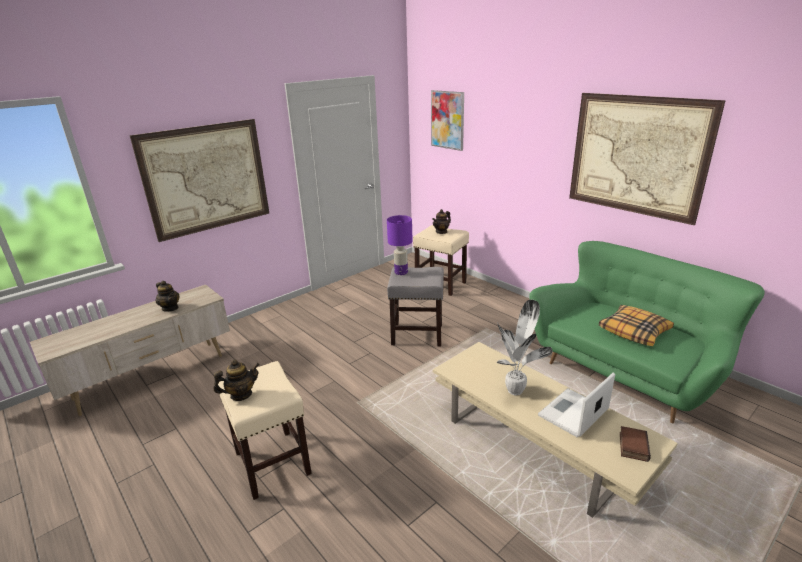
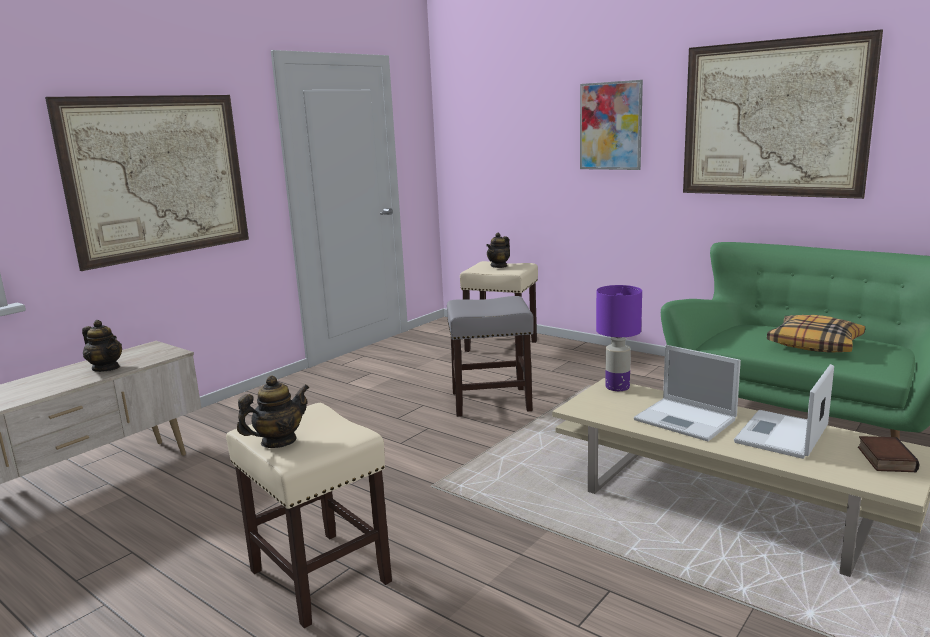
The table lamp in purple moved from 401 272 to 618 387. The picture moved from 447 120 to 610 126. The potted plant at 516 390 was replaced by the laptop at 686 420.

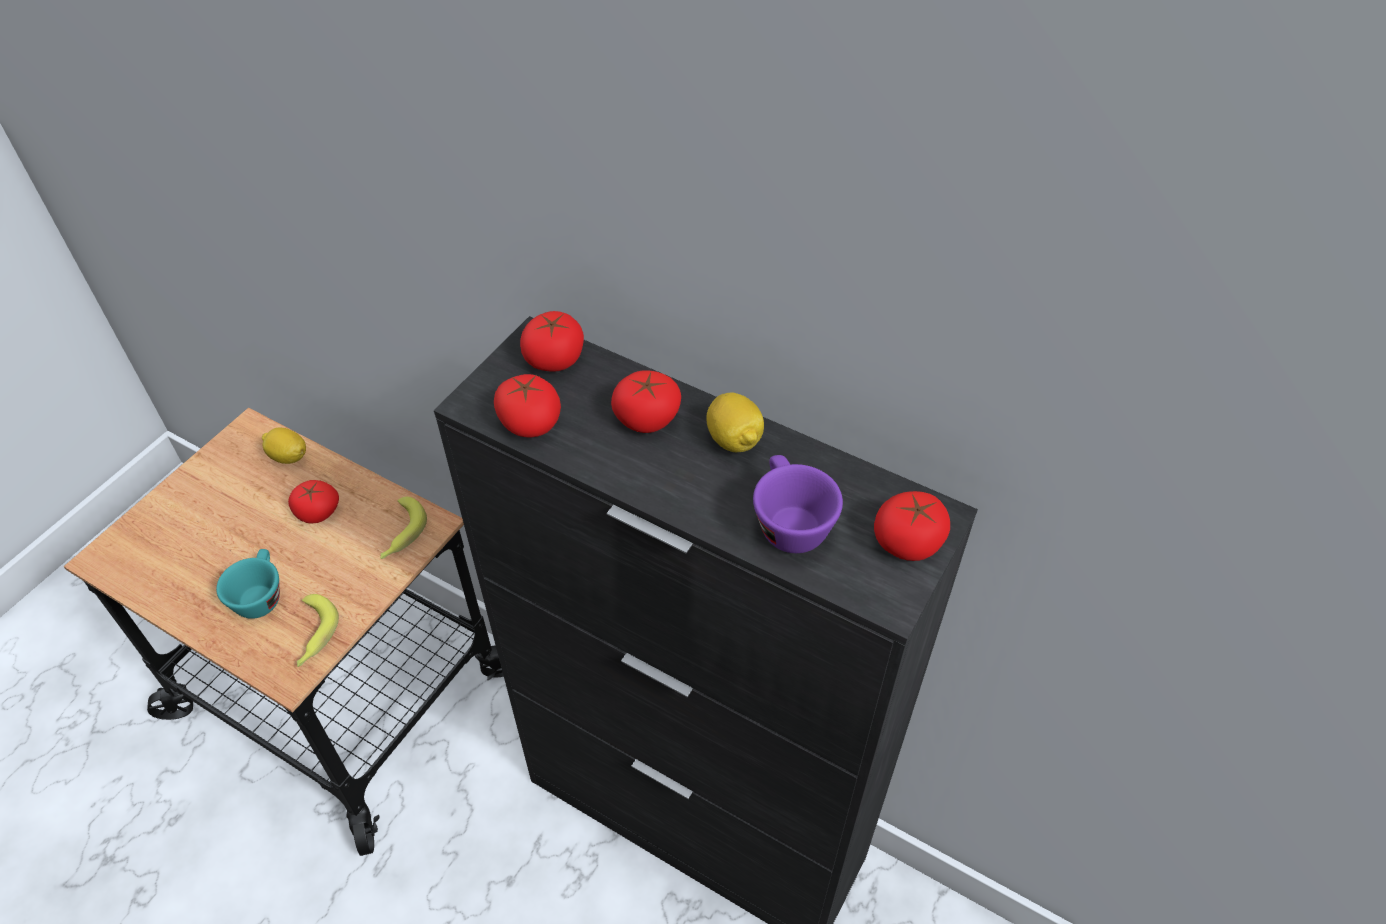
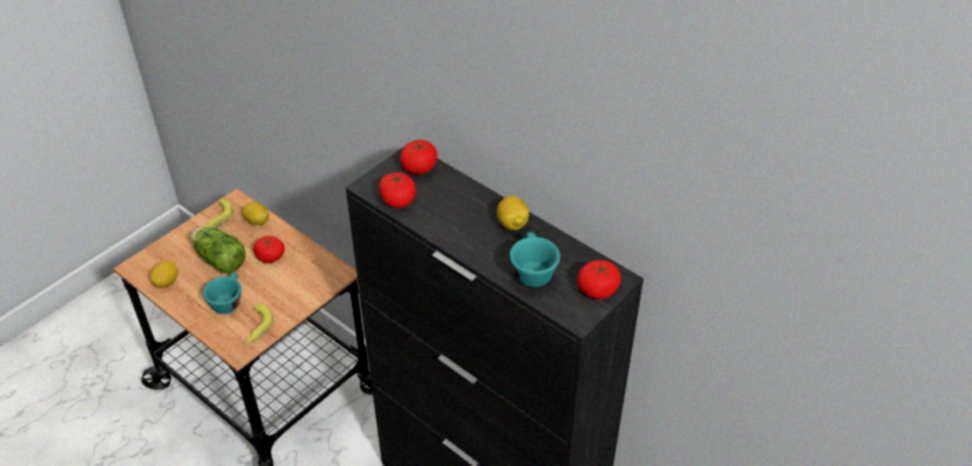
The banana moved from 401 534 to 216 220. The tomato at 647 418 disappeared. The cup in purple at 788 522 became the cup in turquoise at 532 270. The lemon at 166 282 appeared. The lettuce at 218 258 appeared.

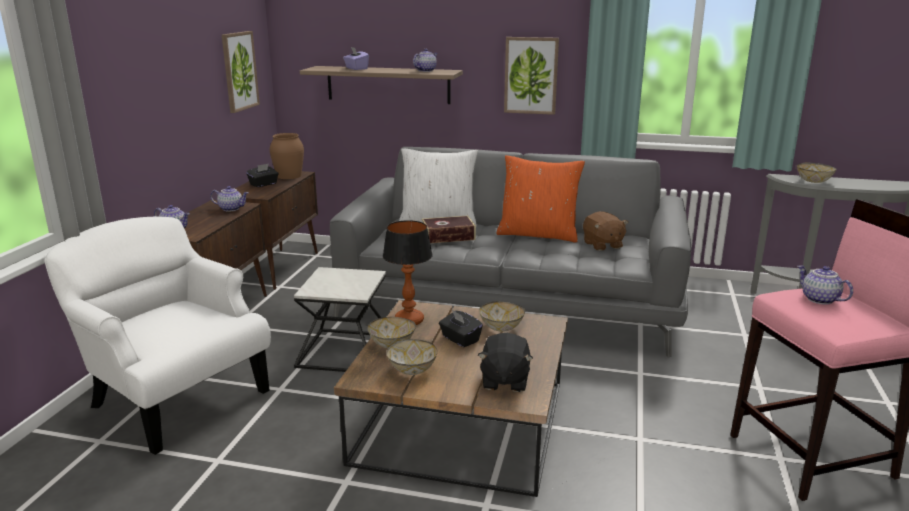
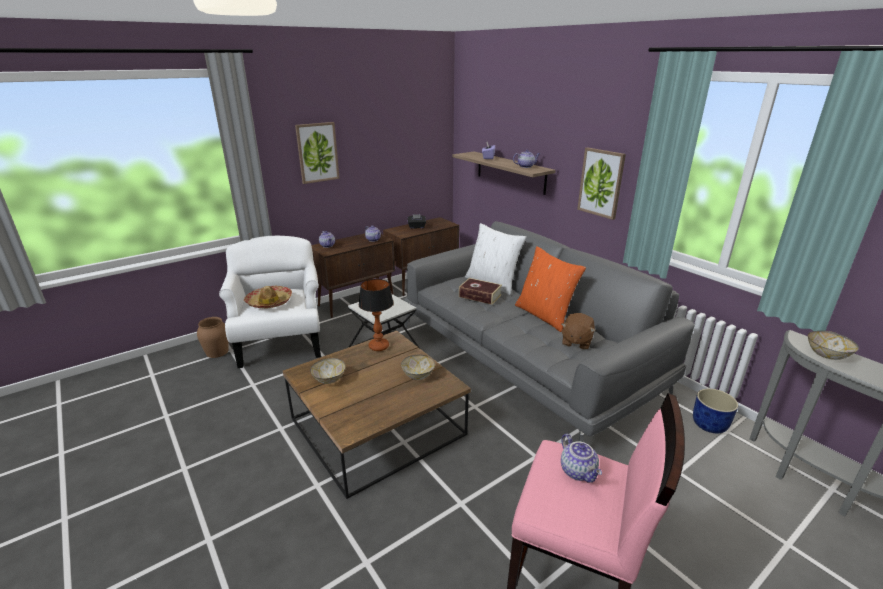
The picture moved from 239 71 to 317 152. The vase in brown moved from 288 176 to 217 352. The bowl at 392 344 disappeared. The tissue box in black at 460 339 disappeared. The plush toy in black at 504 381 disappeared. The teapot at 819 299 turned 150 degrees clockwise. The hat at 269 302 appeared. The planter in blue at 710 425 appeared.

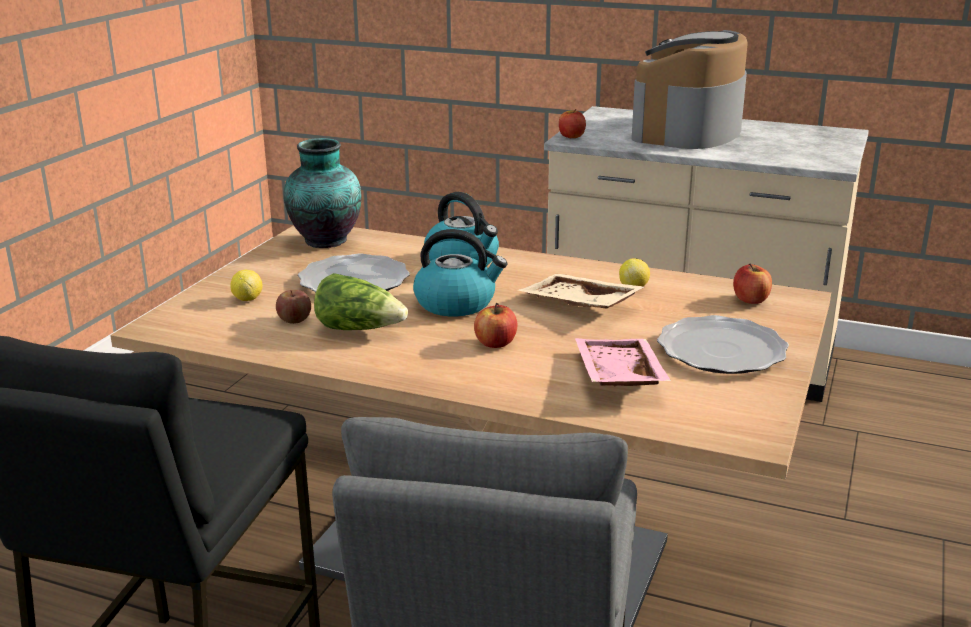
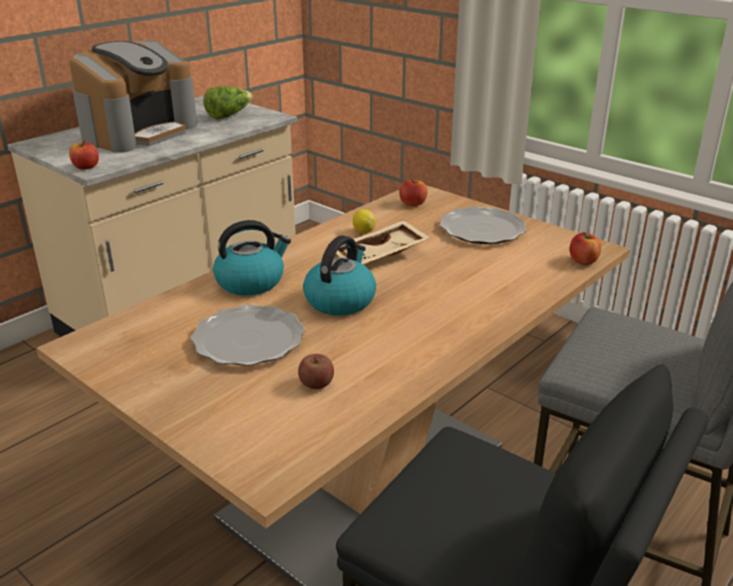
The lemon at 247 299 disappeared. The vase at 325 242 disappeared. The lettuce moved from 360 329 to 229 115. The apple moved from 495 343 to 583 261. The tray in pink at 616 376 disappeared. The coffee machine at 688 131 turned 105 degrees counterclockwise.

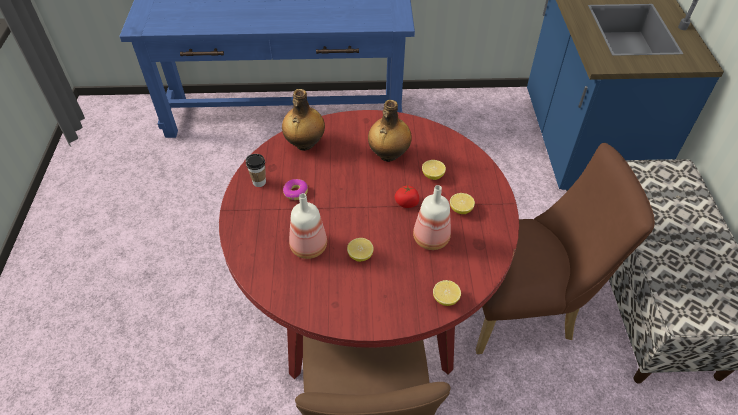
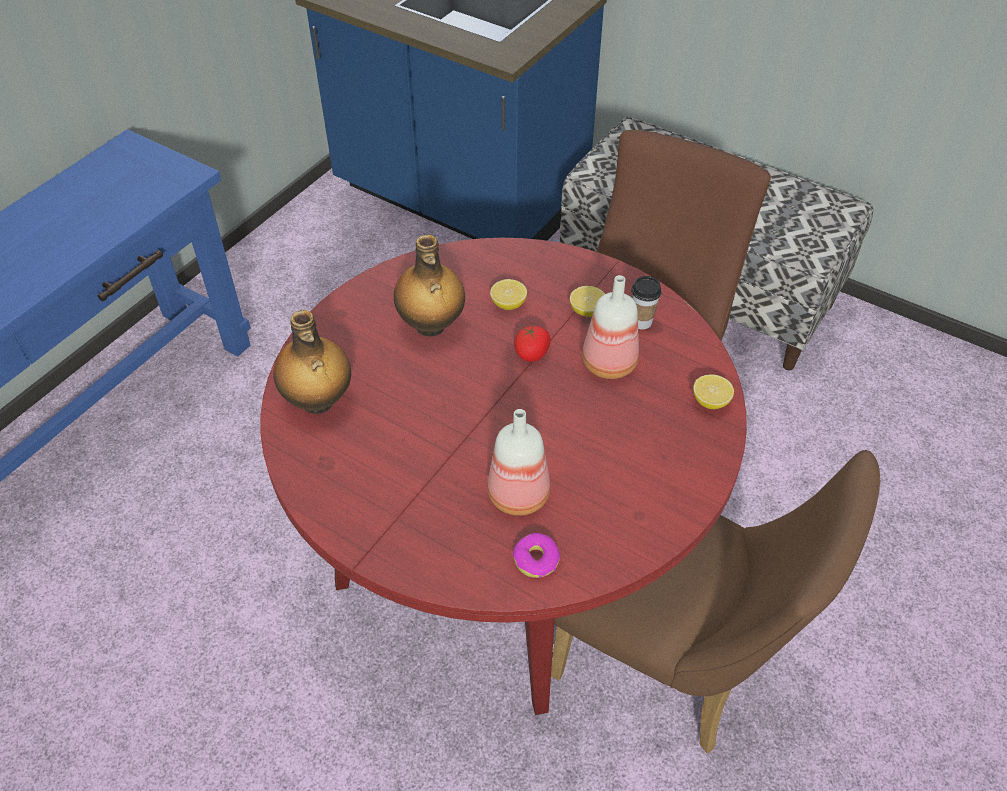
The cup moved from 259 182 to 641 322. The donut moved from 295 192 to 536 560. The lemon at 360 255 disappeared.

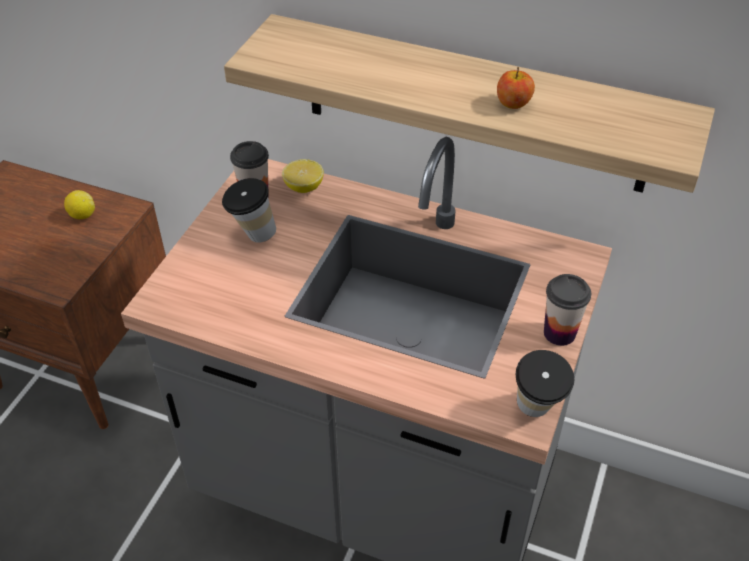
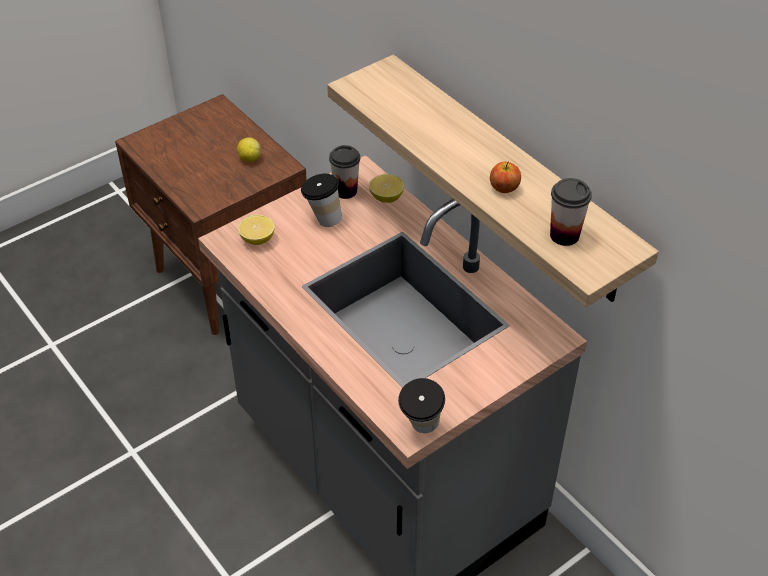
The cup moved from 559 333 to 564 235. The lemon at 257 239 appeared.

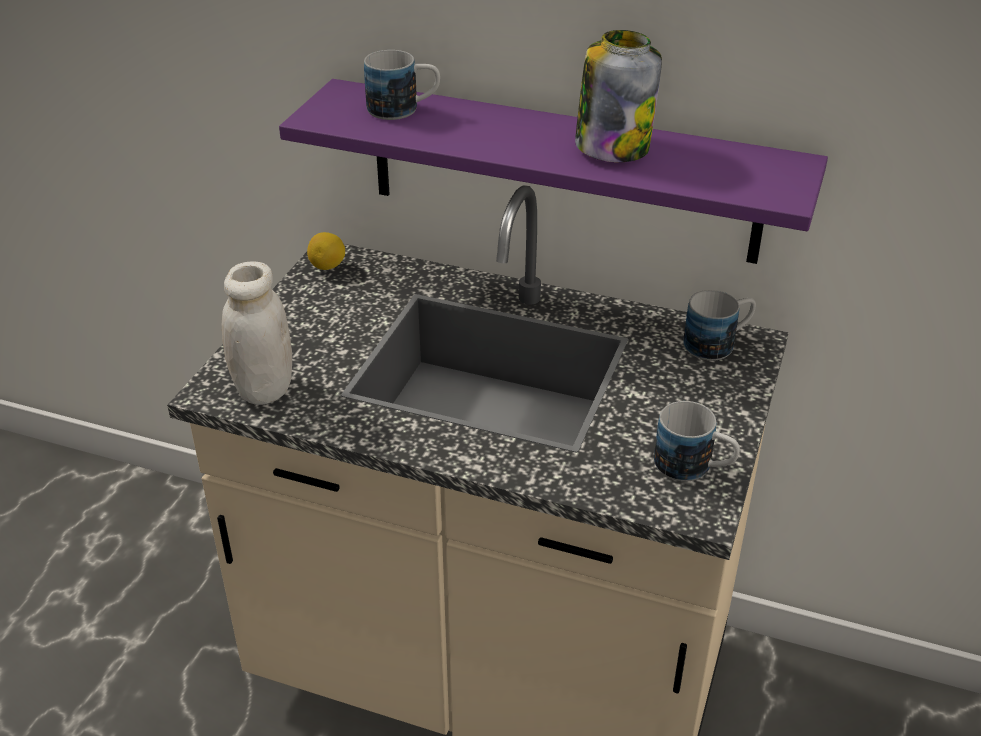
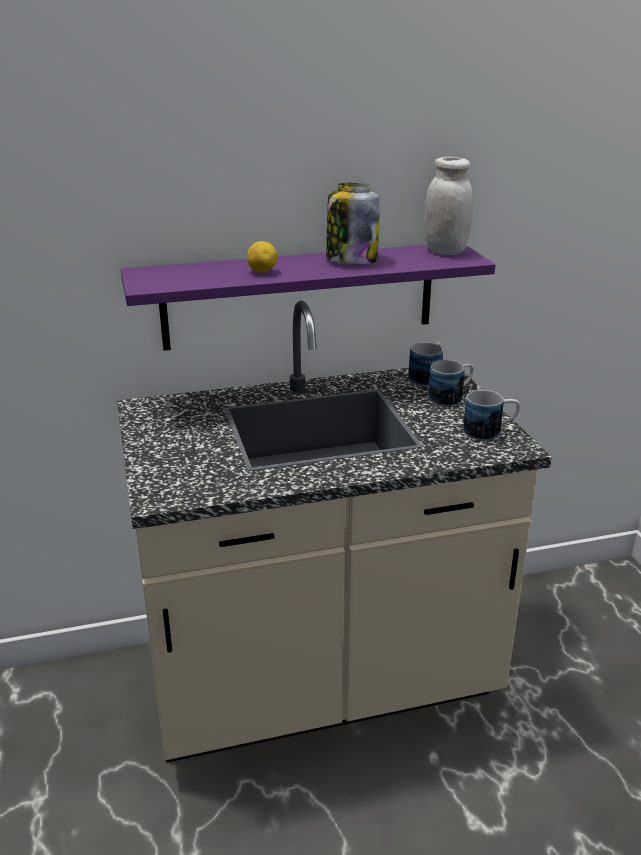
The jar in white moved from 264 389 to 445 251. The lemon moved from 328 267 to 262 272. The mug moved from 404 110 to 451 397.

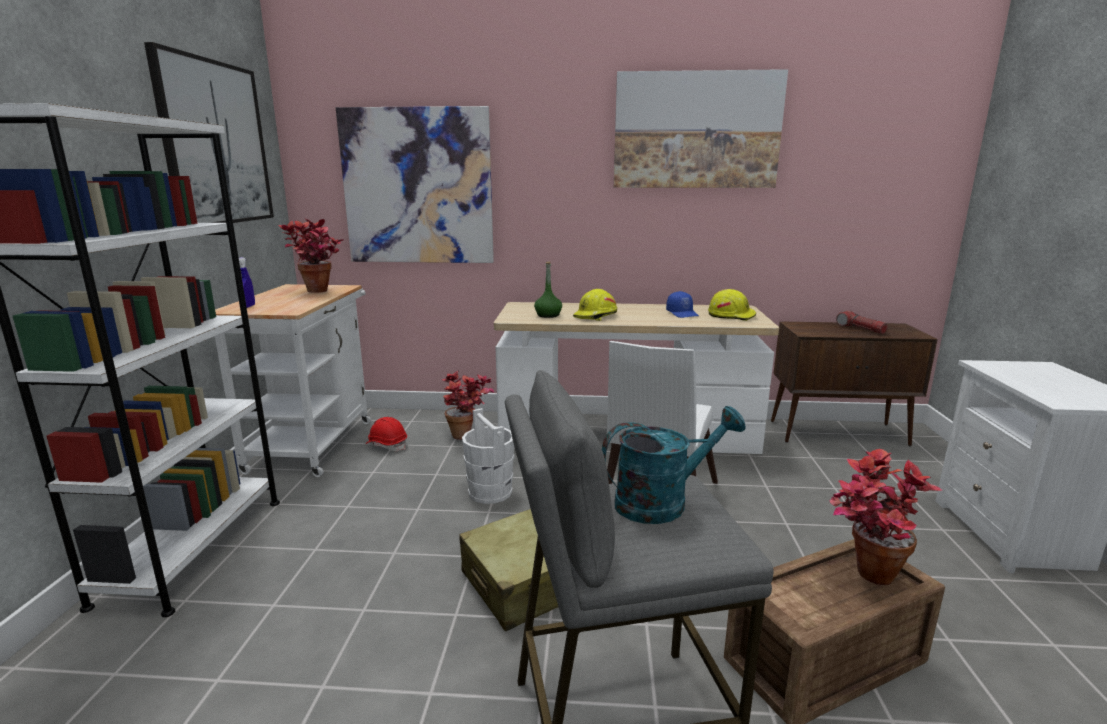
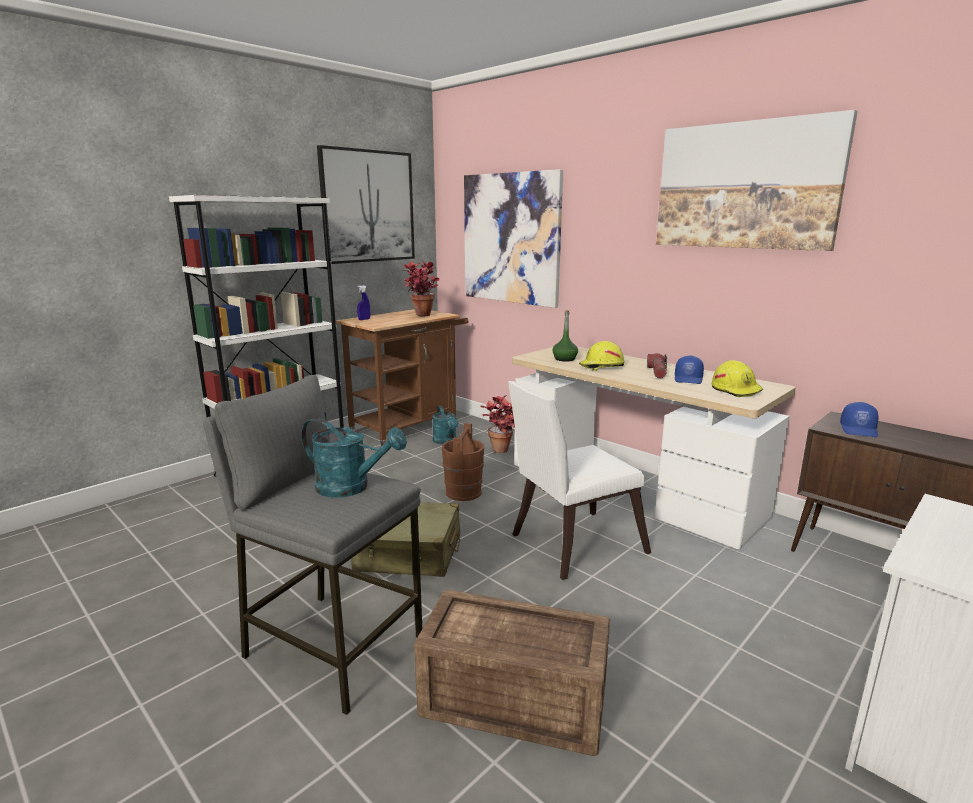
The cart in white at 314 442 became the cart in brown at 409 427. The hard hat in red at 387 445 was replaced by the watering can in turquoise at 446 441. The bucket in white at 490 492 became the bucket in brown at 463 492. The potted plant at 863 576 disappeared. The flashlight moved from 860 329 to 657 372. The cap in blue at 859 430 appeared.

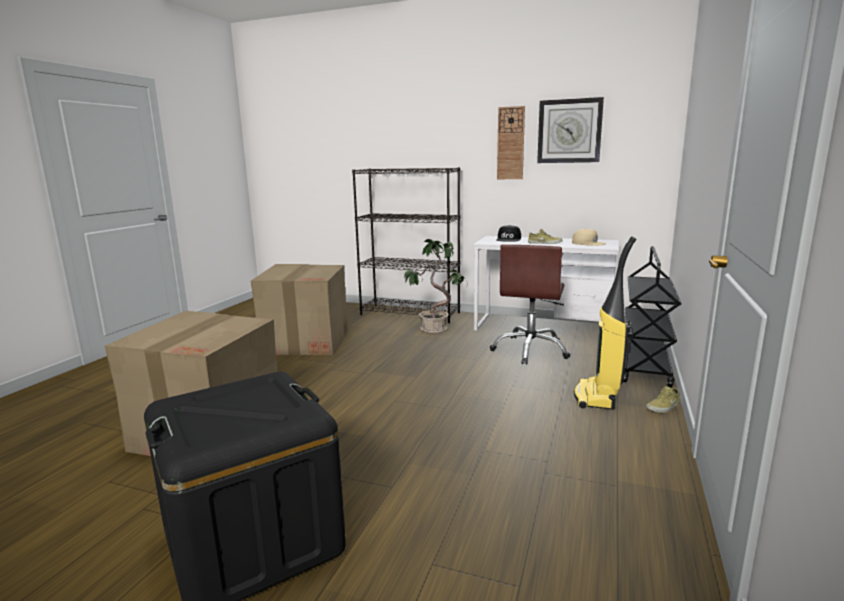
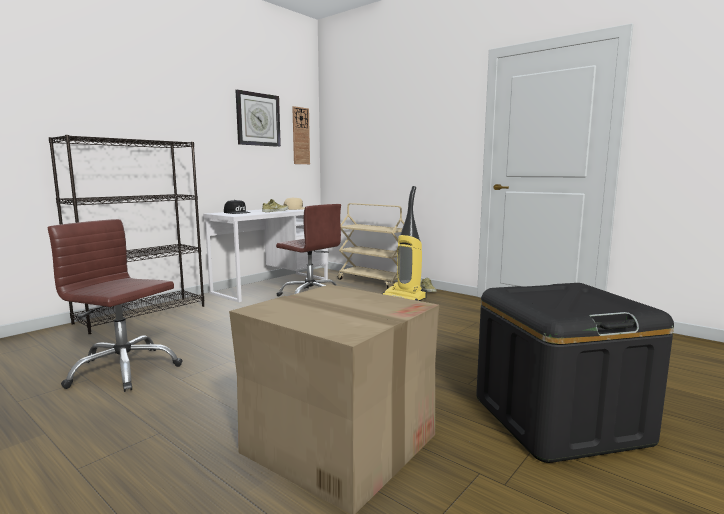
The cardboard box at 306 341 was replaced by the office chair in brown at 123 370. The potted plant at 434 328 disappeared. The wall clock moved from 510 143 to 300 136. The cart in black at 644 366 became the cart in beige at 373 282.

